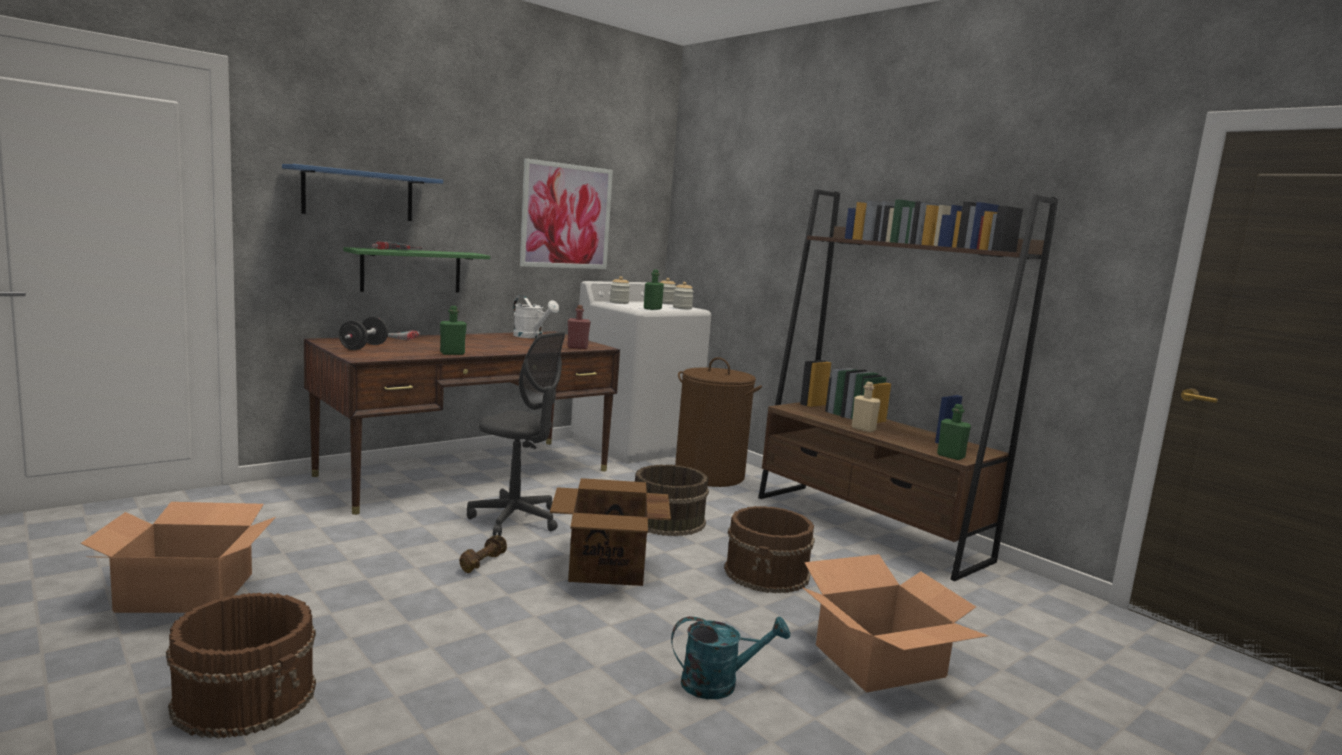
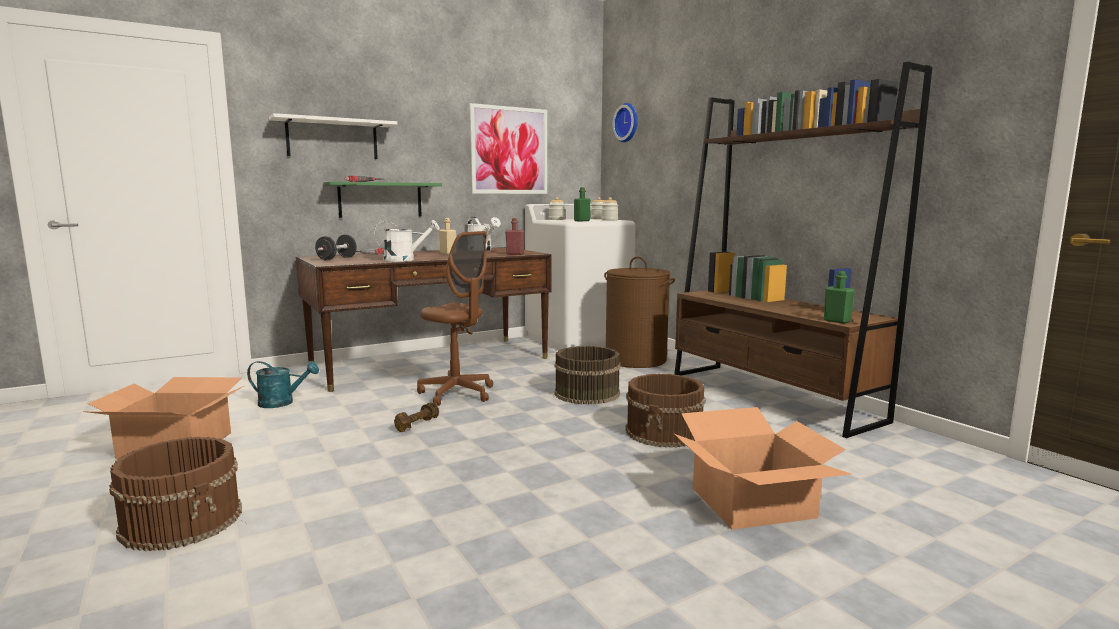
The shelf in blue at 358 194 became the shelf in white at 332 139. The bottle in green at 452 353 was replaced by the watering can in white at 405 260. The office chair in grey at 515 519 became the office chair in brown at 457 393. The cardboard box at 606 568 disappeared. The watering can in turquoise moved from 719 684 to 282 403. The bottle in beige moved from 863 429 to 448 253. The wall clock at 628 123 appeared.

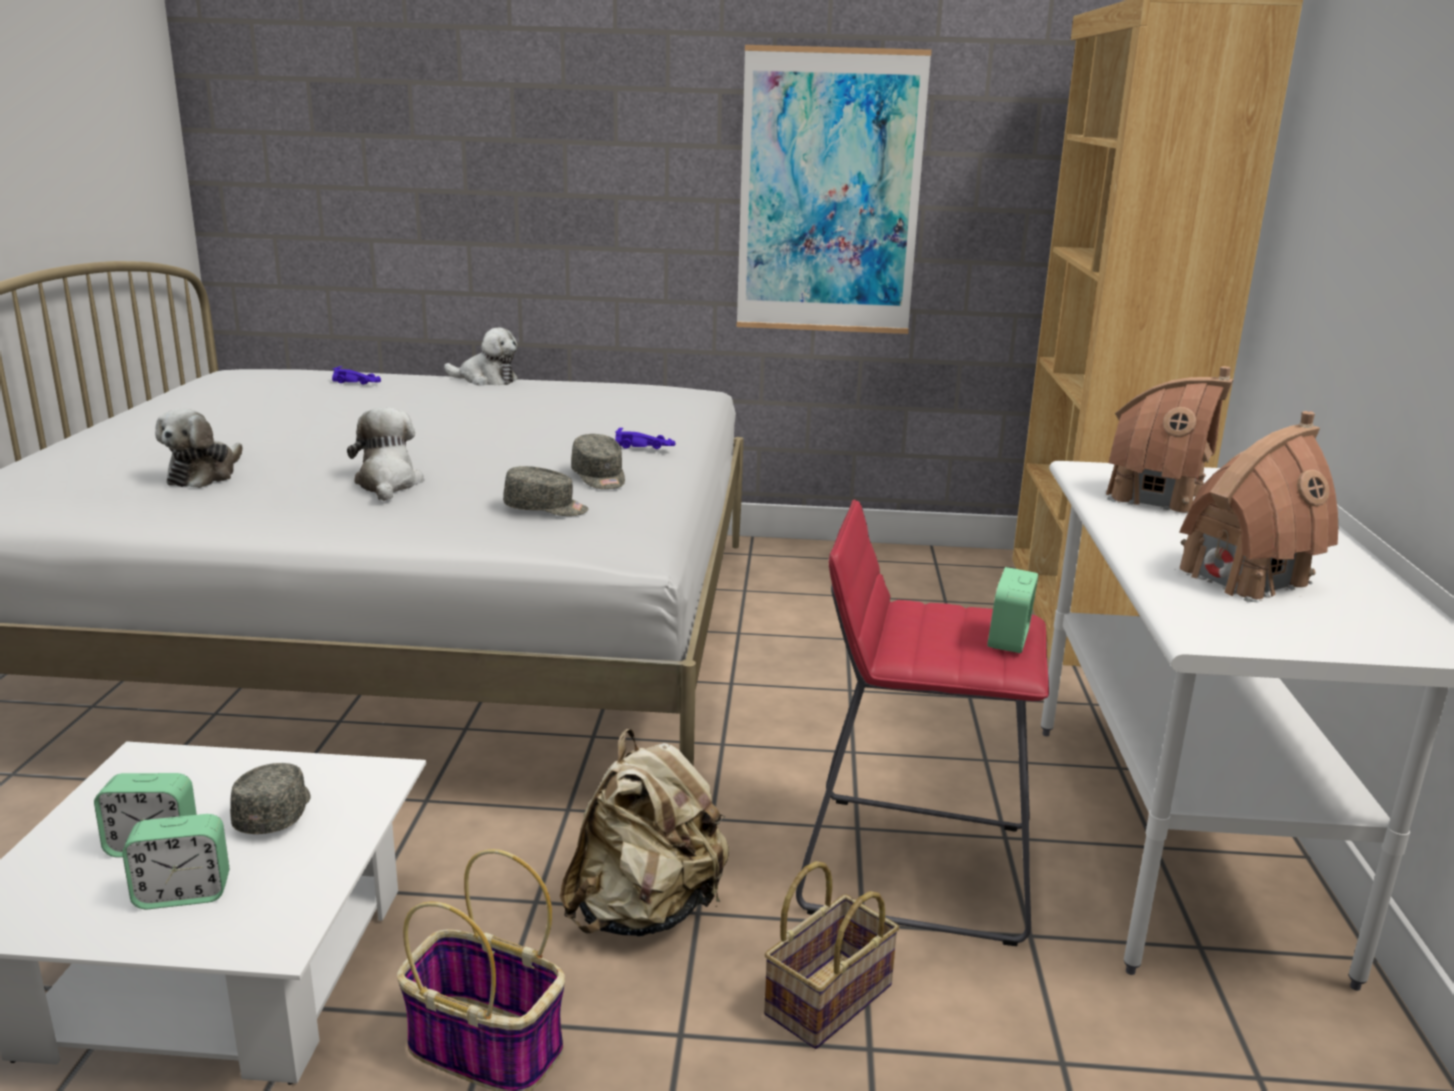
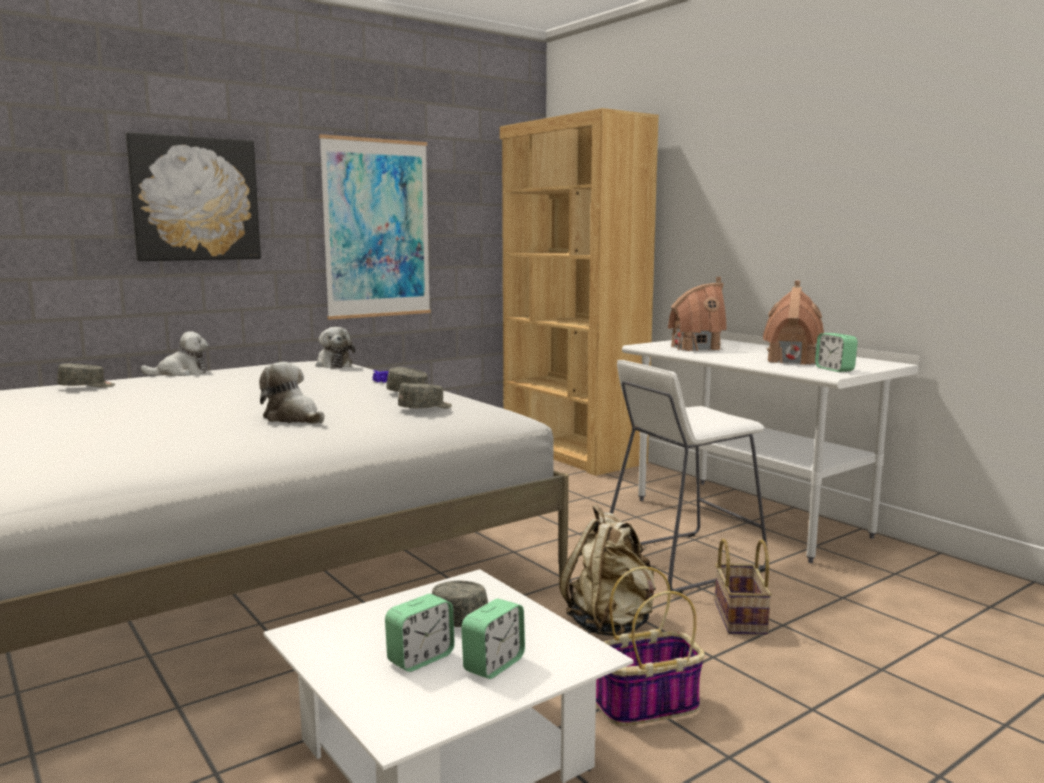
The plush toy moved from 204 475 to 333 365. The toy car in purple at 358 383 was replaced by the cap in grey at 87 386. The stool in red at 915 866 became the stool in white at 683 562. The alarm clock moved from 1009 640 to 834 369. The picture at 195 199 appeared.

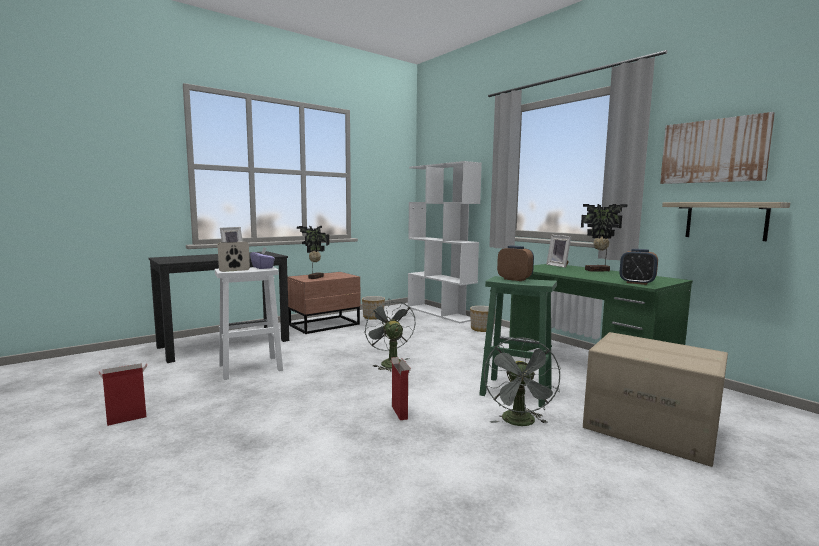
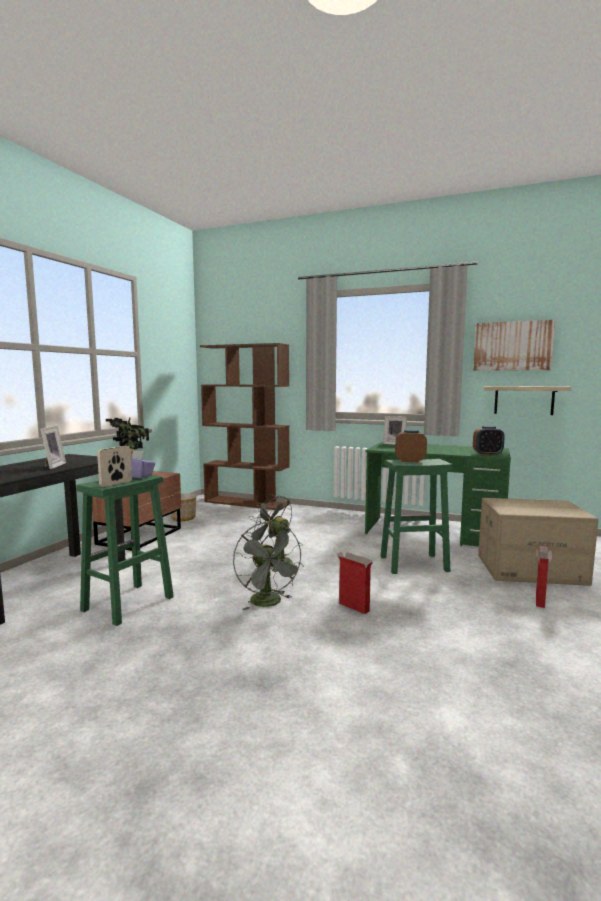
The cardboard box moved from 128 419 to 540 600. The stool in white at 249 368 became the stool in green at 127 604. The bookcase in white at 440 313 became the bookcase in brown at 247 503. The planter at 482 329 disappeared. The fan in grey moved from 520 423 to 269 603. The potted plant at 598 271 disappeared.

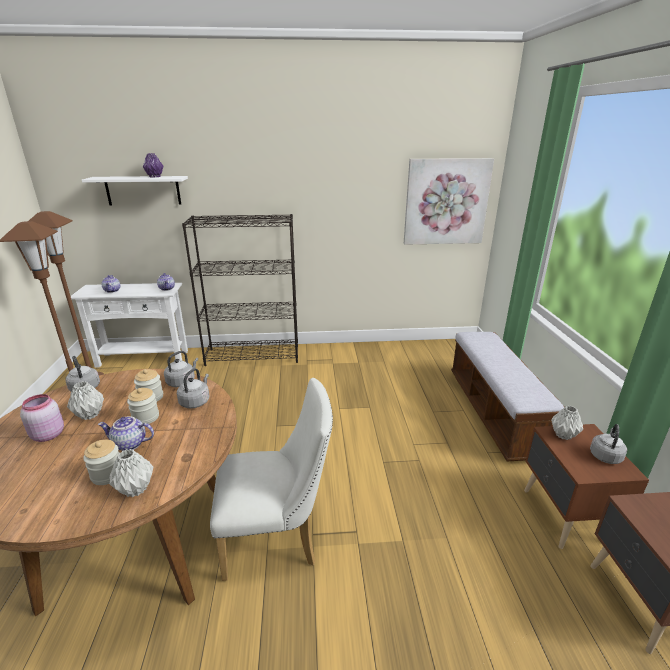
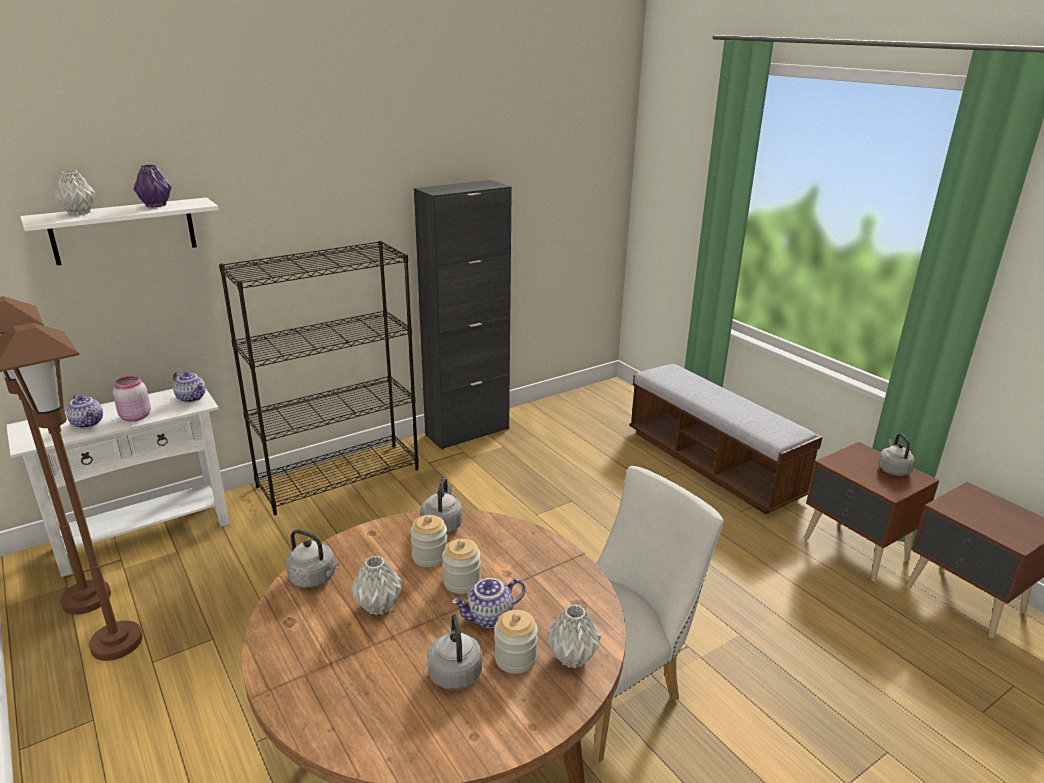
The jar in pink moved from 47 435 to 134 417. The kettle in grey moved from 196 401 to 455 671. The picture at 446 202 disappeared. The vase in grey moved from 564 435 to 80 213. The cabinet in black at 467 432 appeared.

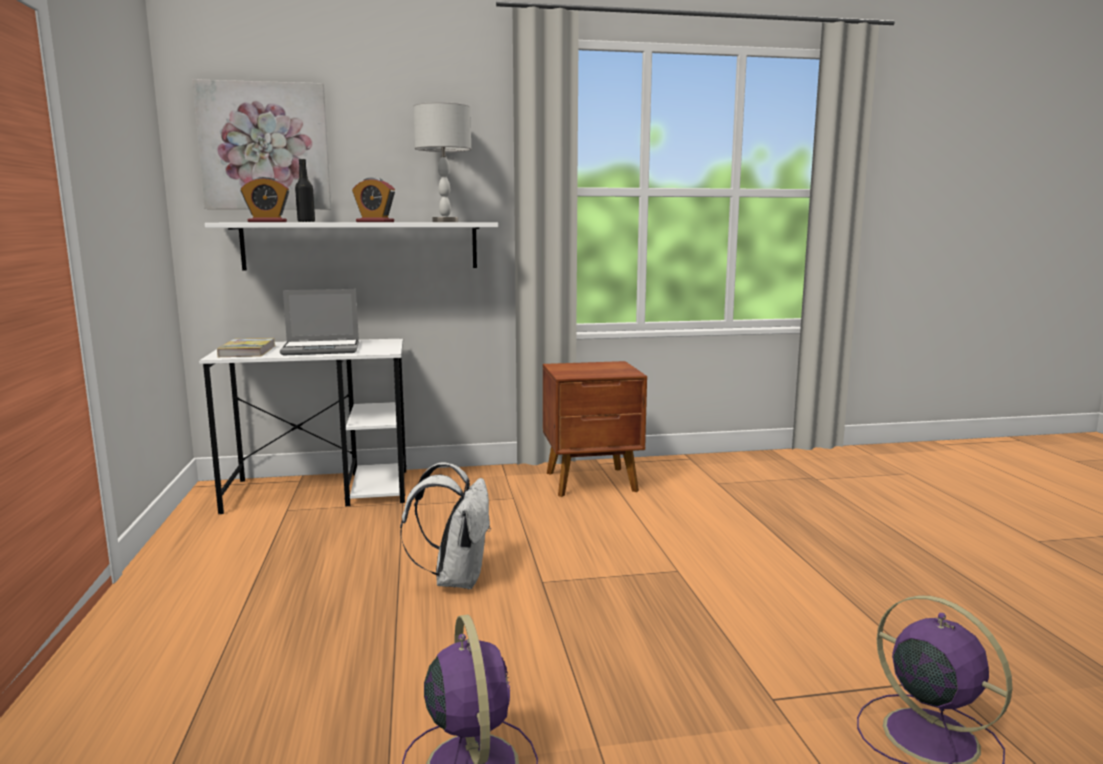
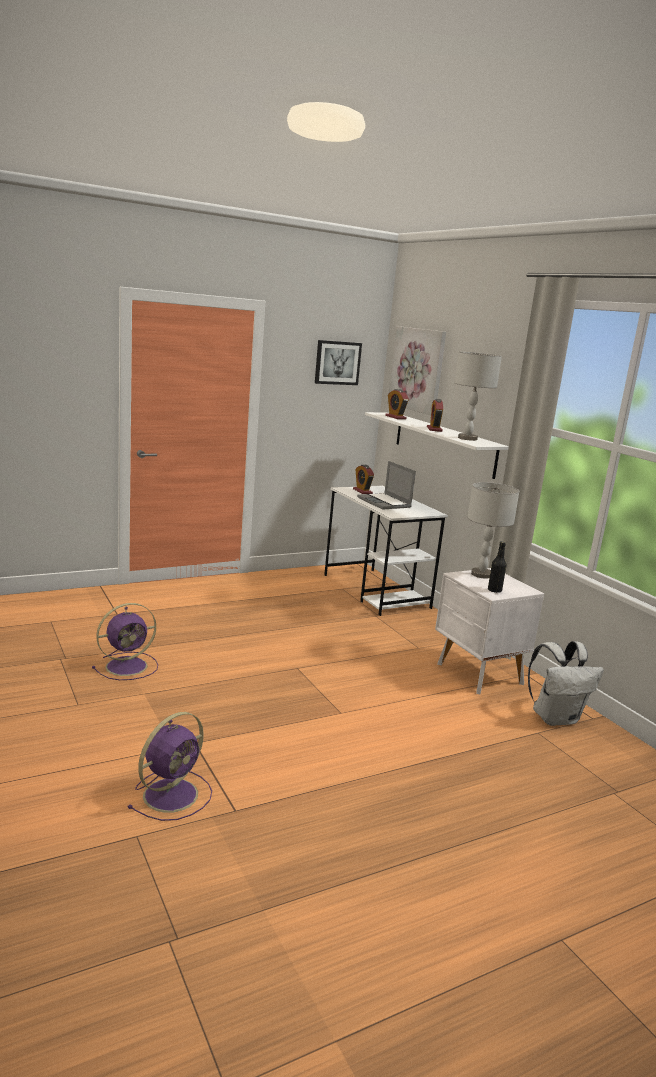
The book at 247 351 was replaced by the alarm clock at 362 491. The bottle in black moved from 306 222 to 494 590. The backpack in white moved from 456 579 to 555 718. The nightstand in brown at 592 482 became the nightstand in white at 479 674. The picture at 337 362 appeared. The table lamp in grey at 481 574 appeared.

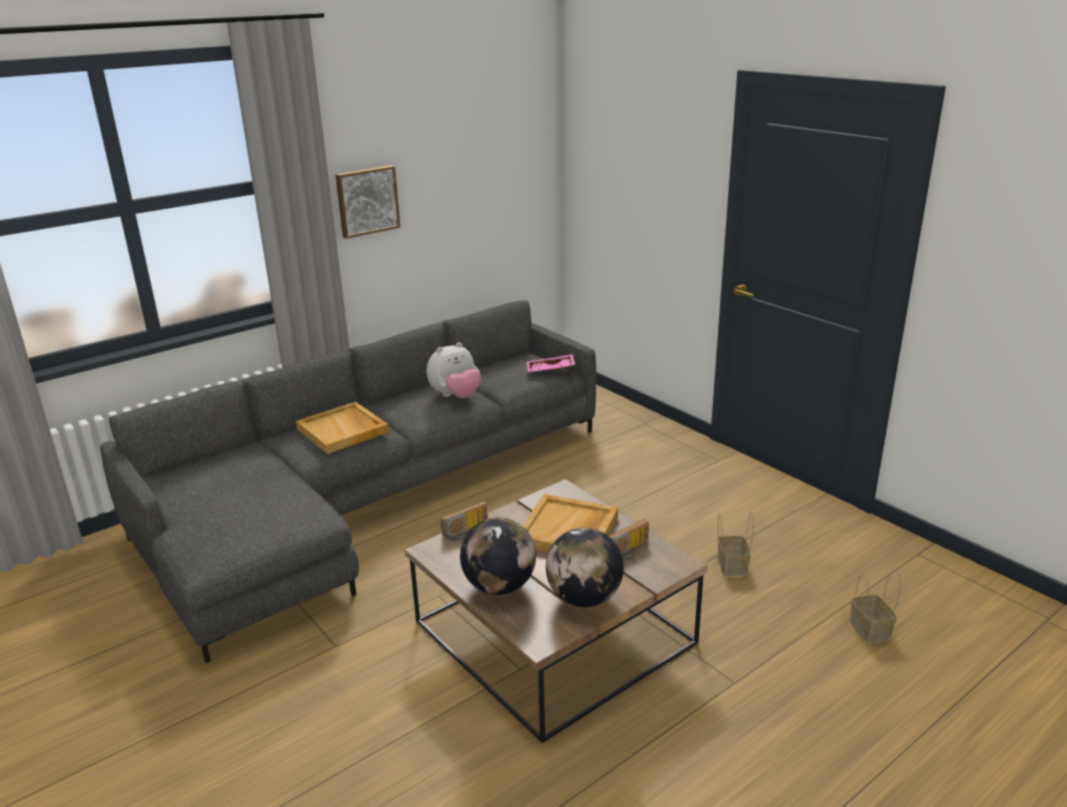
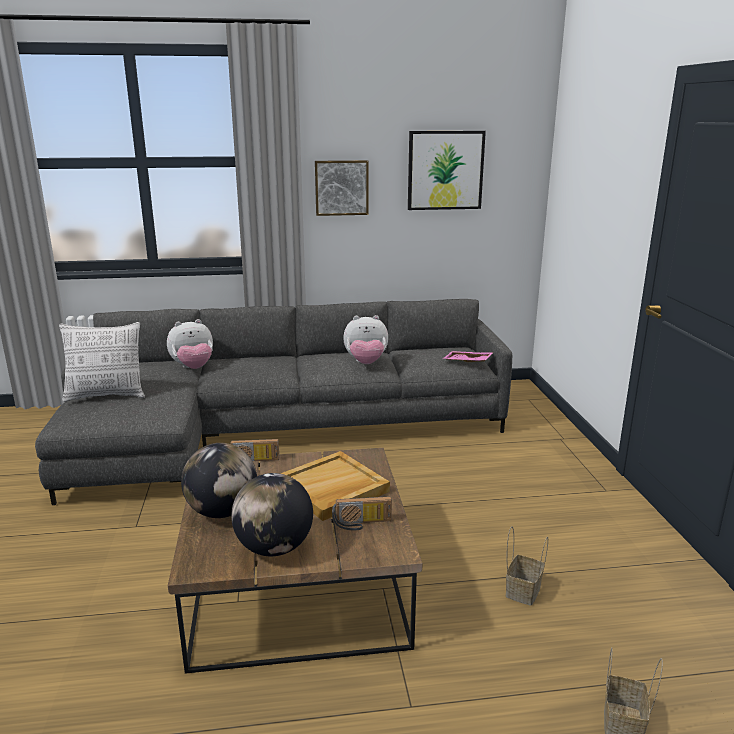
The tray in beige at 343 430 disappeared. The pillow at 107 395 appeared. The plush toy at 193 368 appeared. The picture at 445 170 appeared.

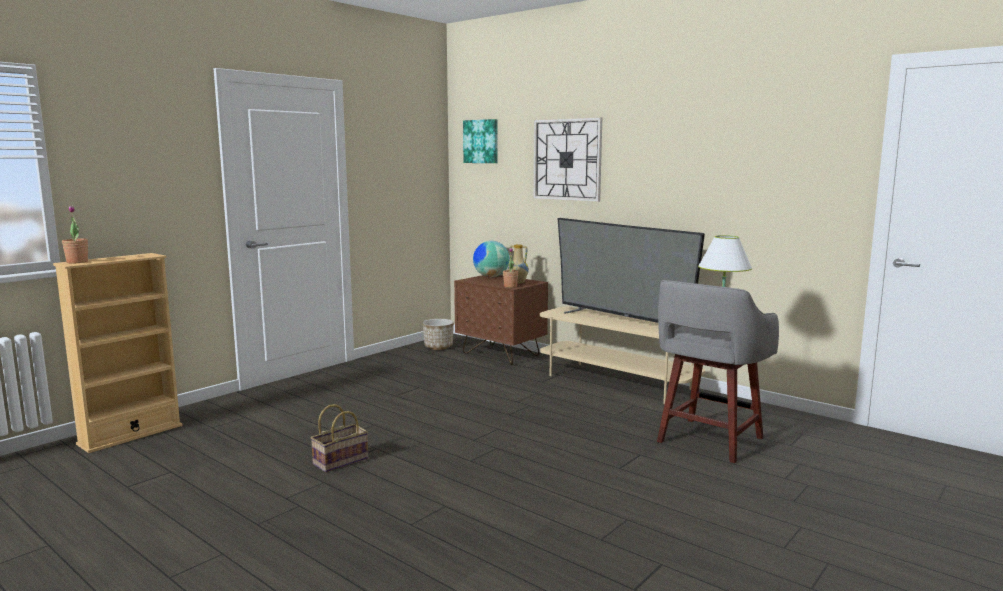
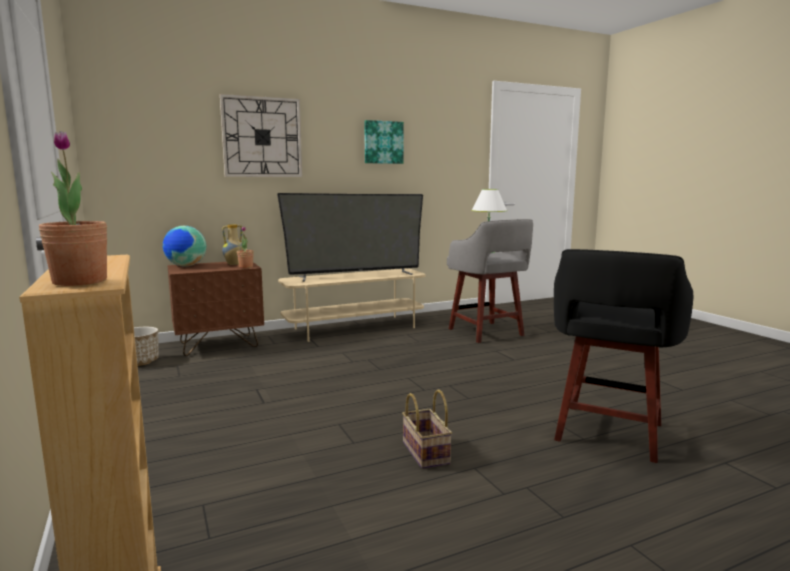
The picture moved from 481 141 to 383 142. The stool in black at 608 434 appeared.

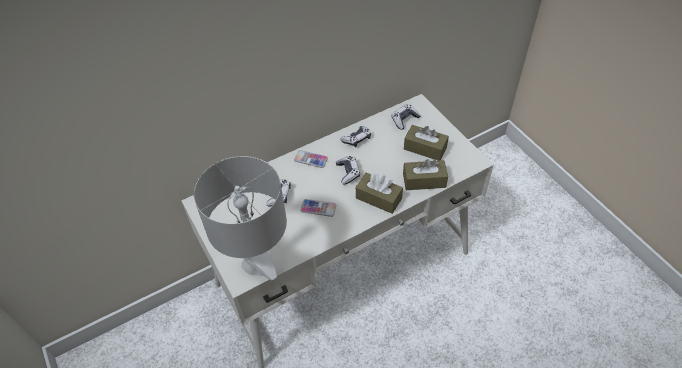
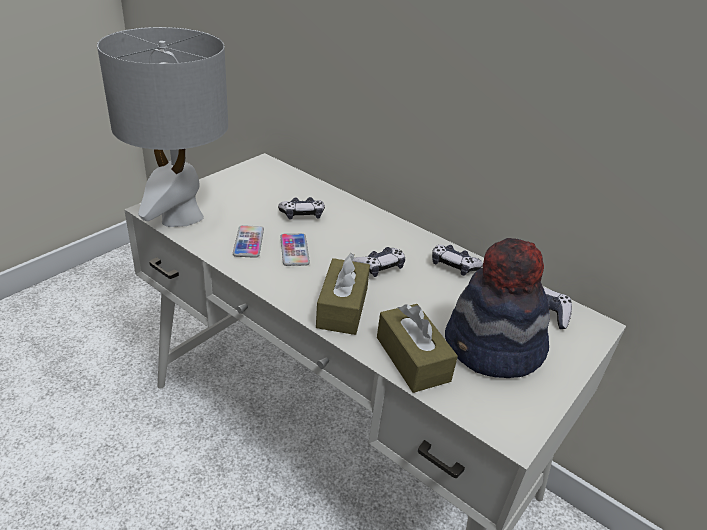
The phone moved from 310 159 to 248 242. The tissue box in brown at 425 148 was replaced by the hat at 492 349.

